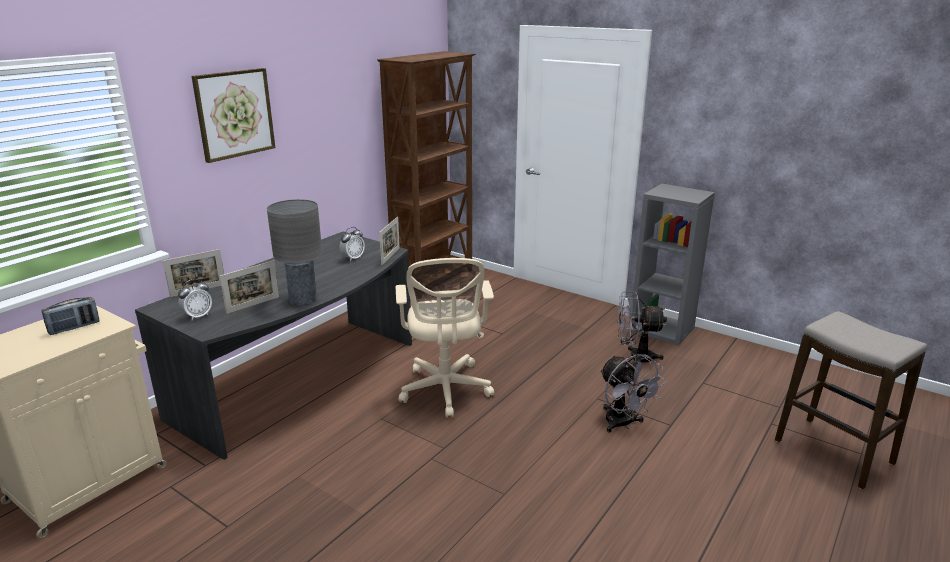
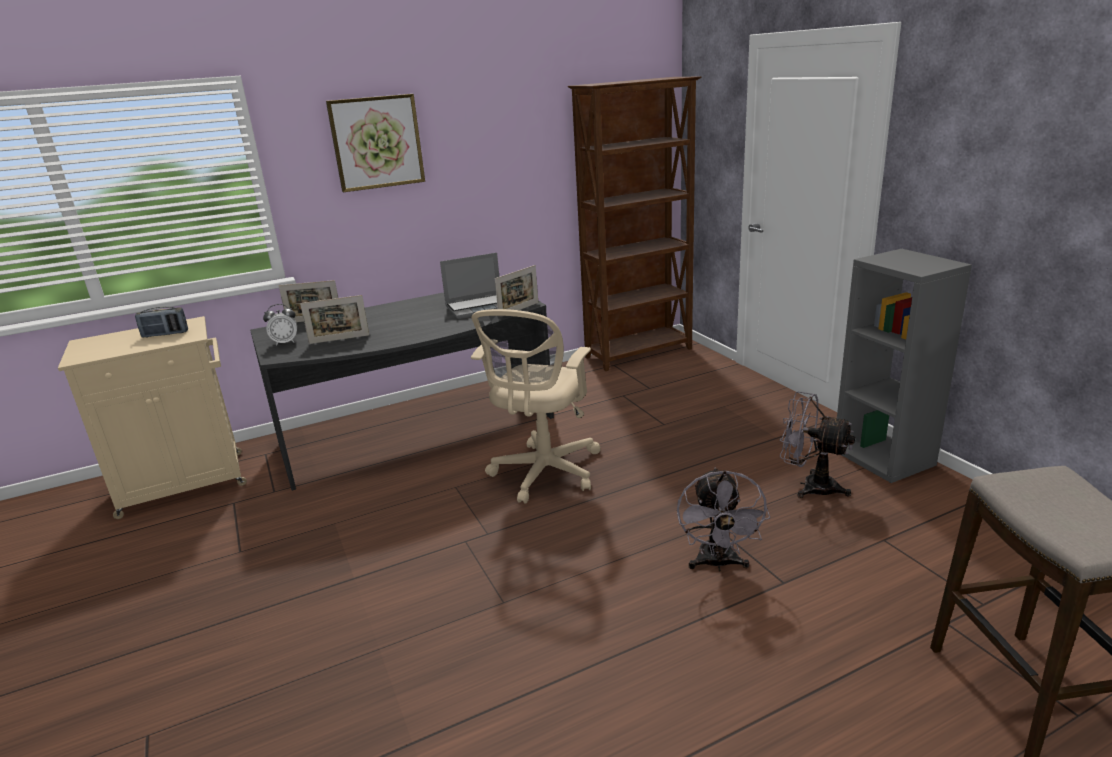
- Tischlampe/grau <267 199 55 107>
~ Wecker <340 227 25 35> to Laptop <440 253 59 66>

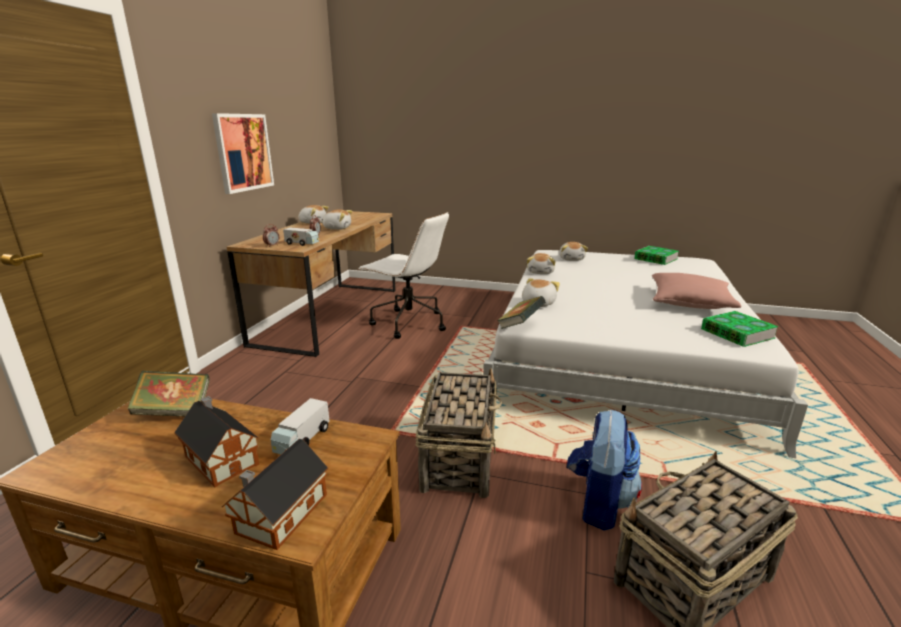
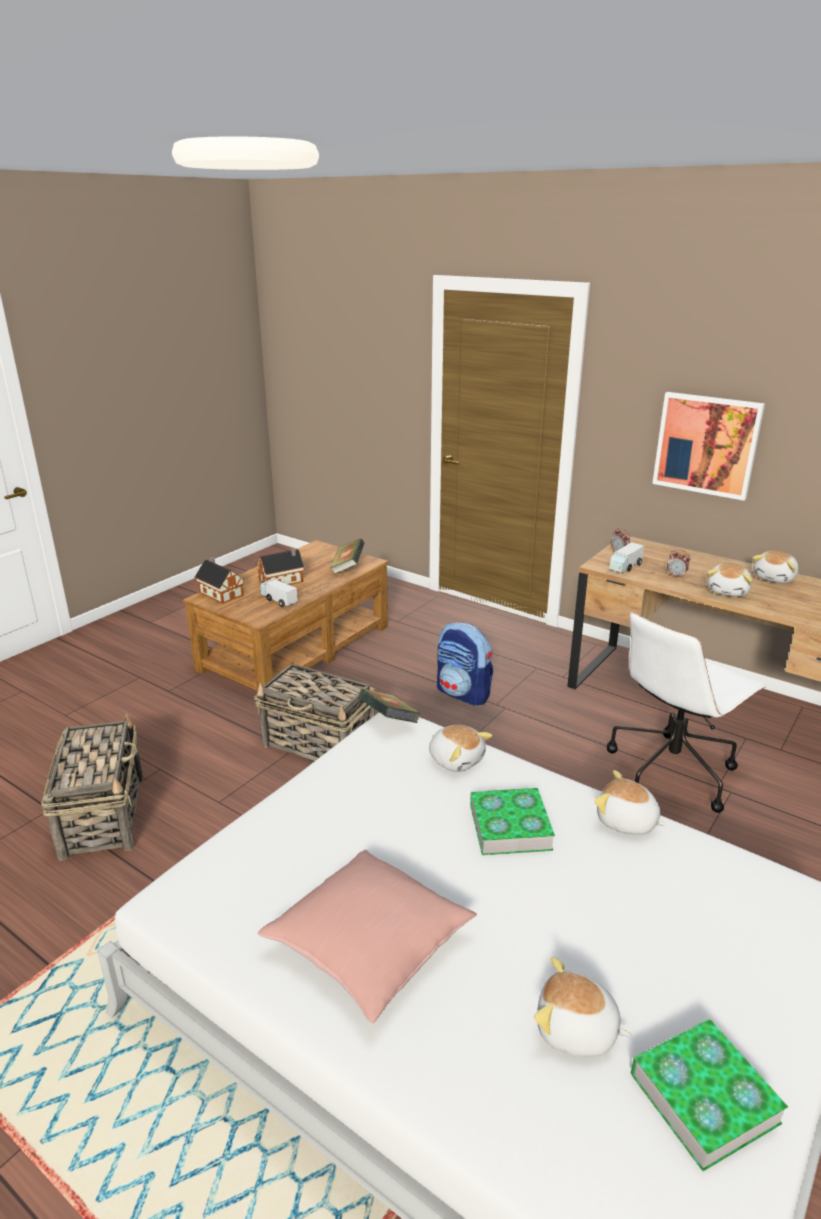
~ Plüschtier <559 242 29 19> to <534 957 97 100>
~ Rucksack <567 410 75 121> to <437 623 56 83>
~ Buch <701 311 78 36> to <470 788 85 67>

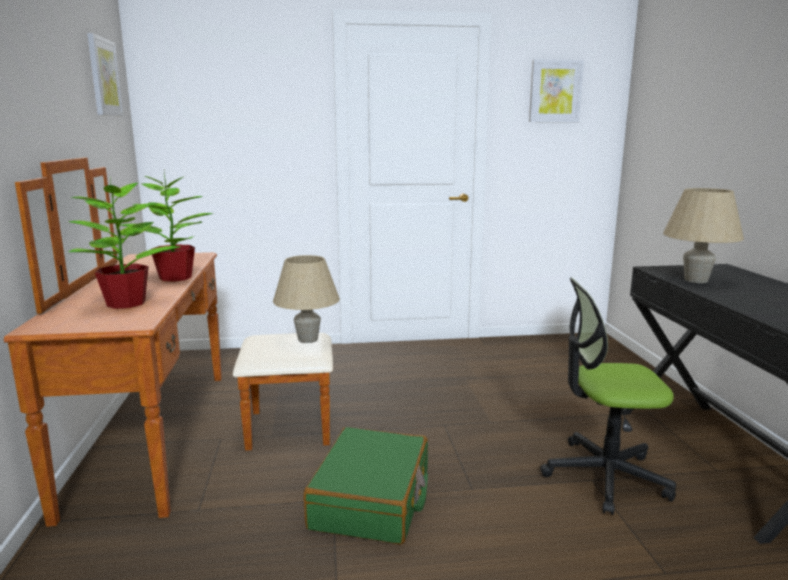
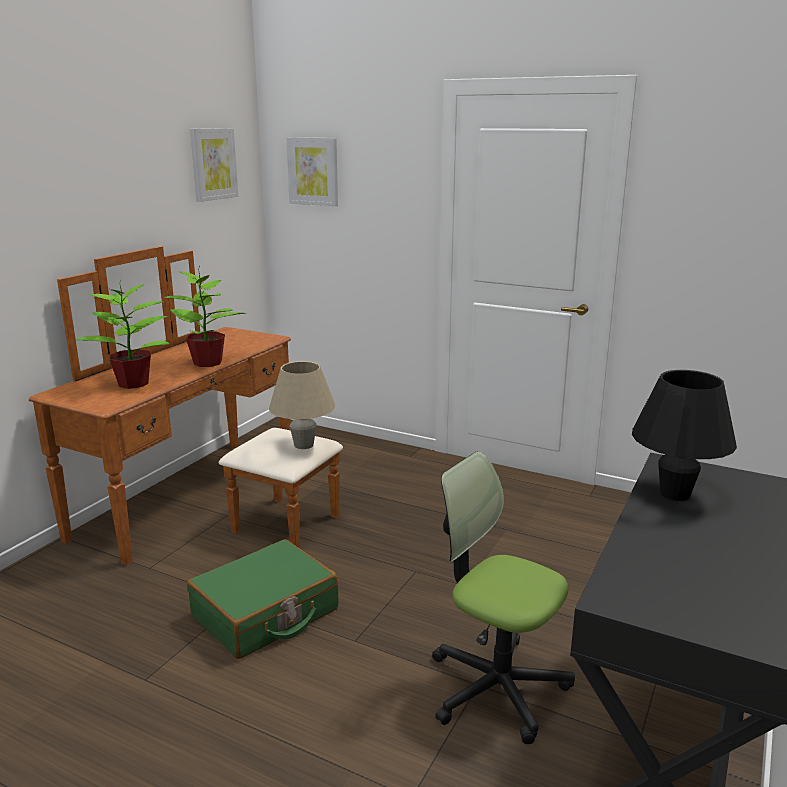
~ Bild <529 59 55 63> to <286 137 52 69>
~ Tischlampe/beige <663 188 81 95> to Tischlampe/schwarz <632 370 105 131>

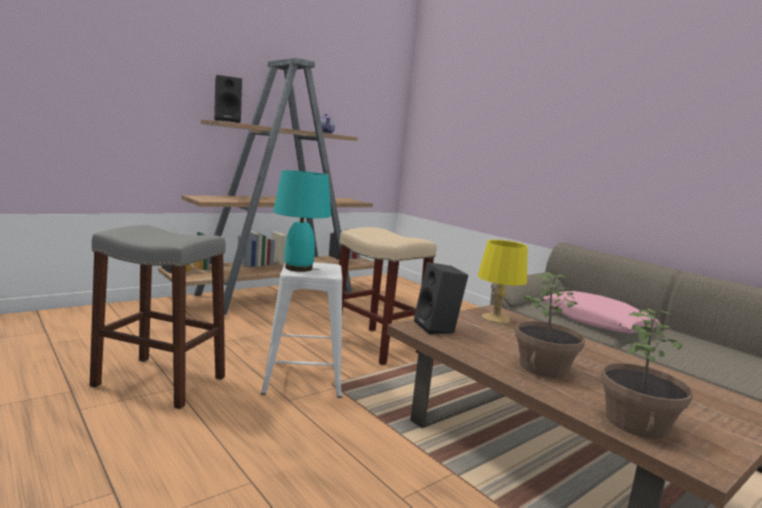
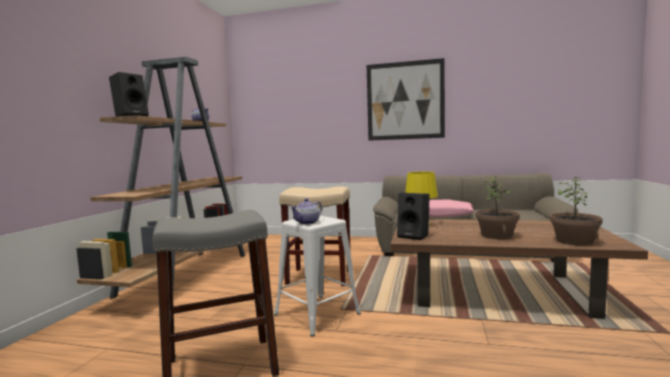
+ Bild <367 58 78 83>
~ Tischlampe/türkis <273 170 58 102> to Teekanne <290 198 32 27>

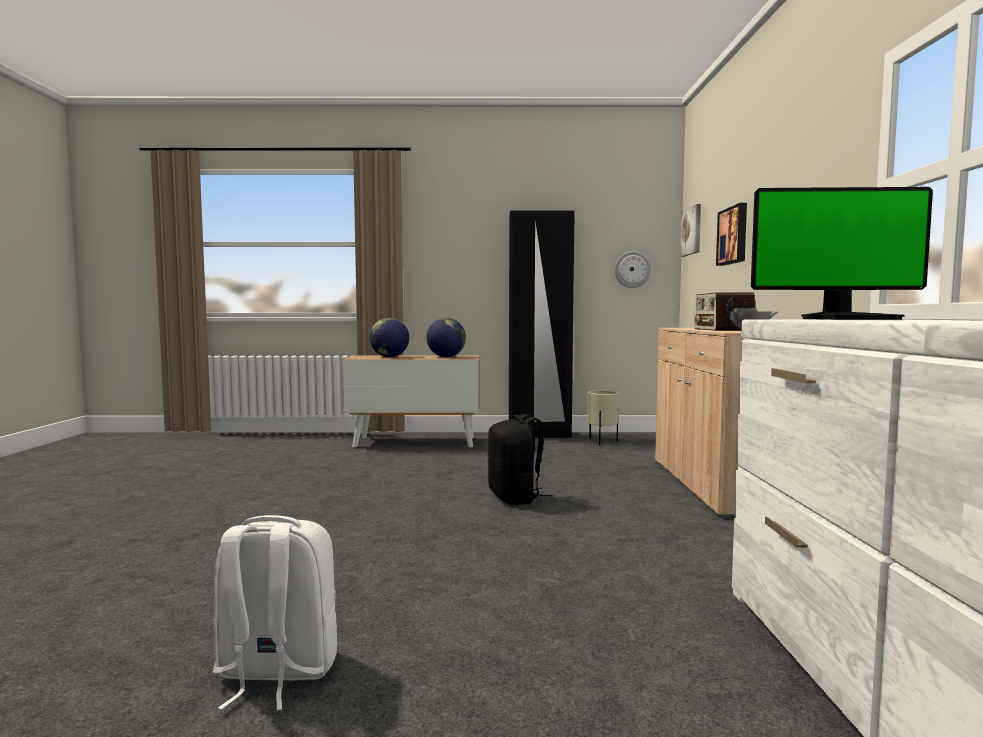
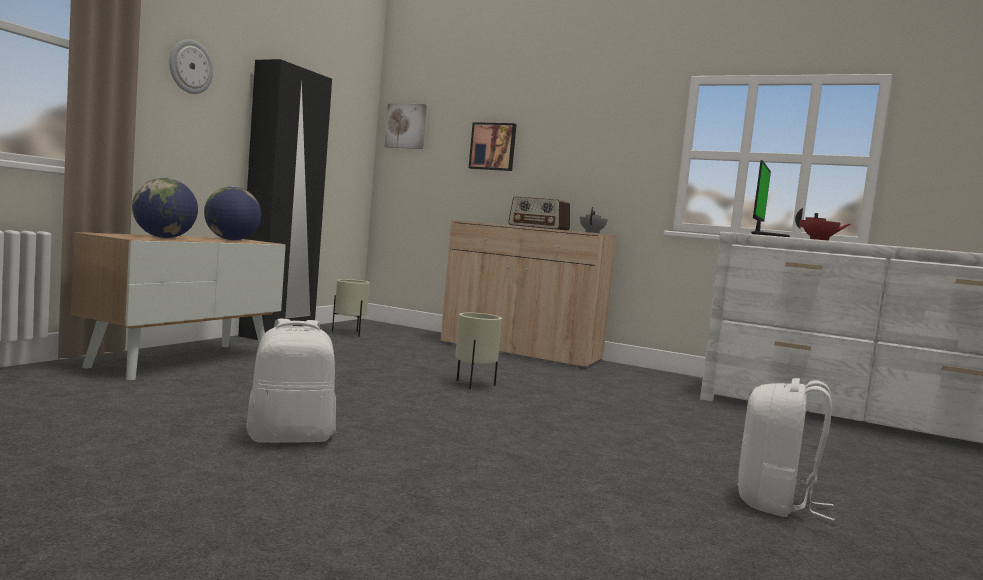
+ Rucksack/weiß <247 319 89 124>
+ Teekanne/rot <795 208 56 33>
~ Wanduhr <615 251 36 37> to <169 39 44 55>
~ Rucksack/schwarz <487 414 65 91> to Pflanzkübel/beige <455 313 47 76>

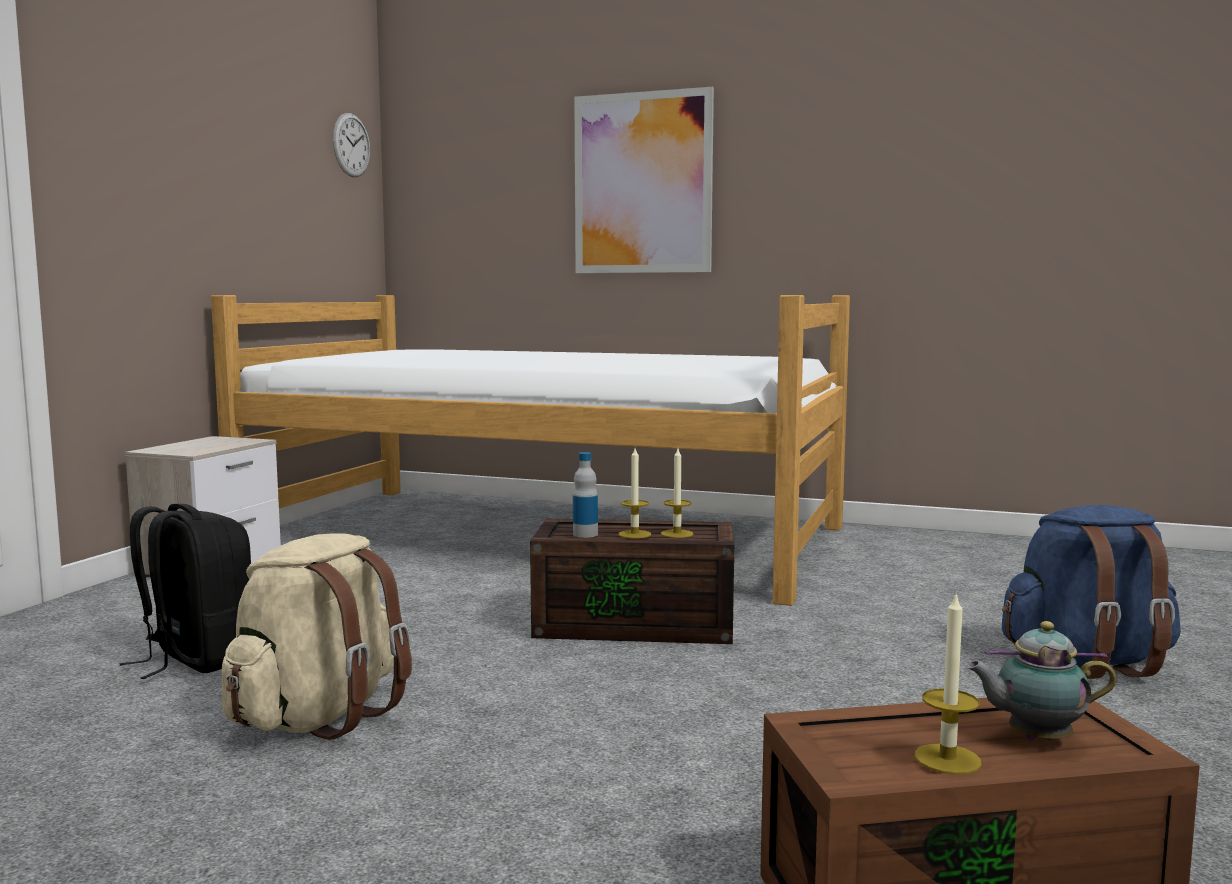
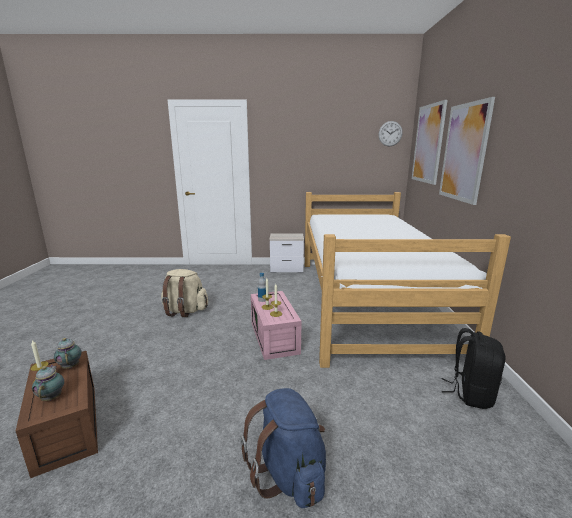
+ Teekanne <54 338 28 31>
+ Bild <412 100 35 85>
~ Rucksack/schwarz <119 504 132 175> to <442 328 64 81>
~ Aufbewahrungsbox/braun <530 519 204 125> to Aufbewahrungsbox/rosa <251 291 51 69>

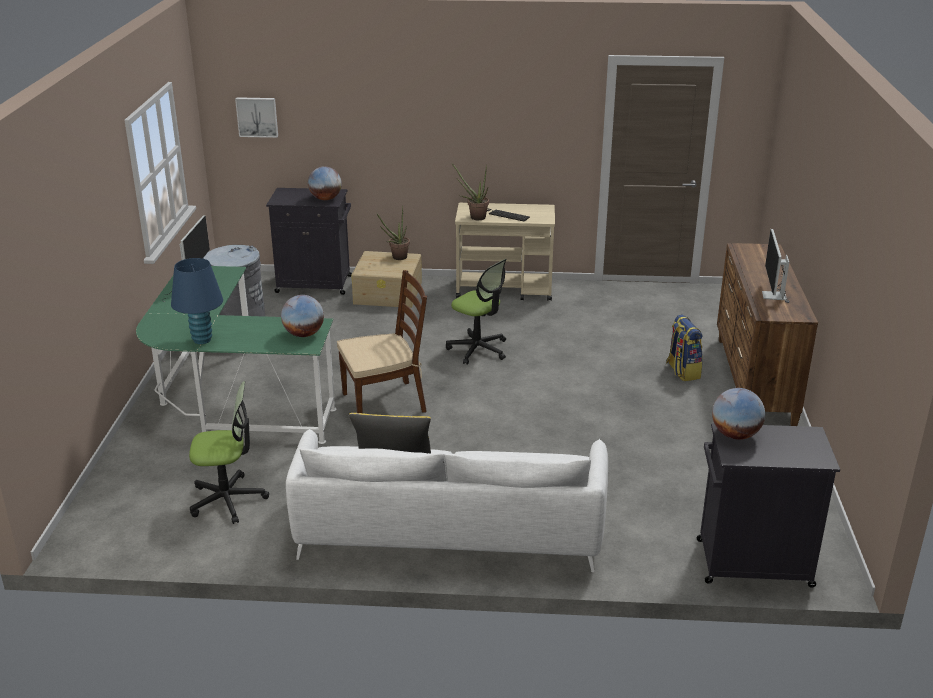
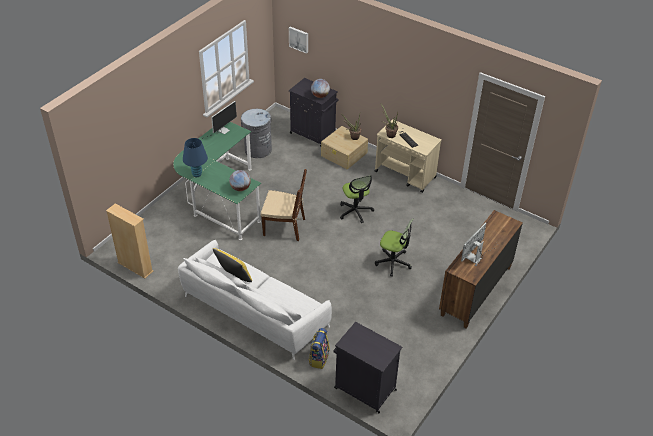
- Globus <712 388 53 52>
+ Bücherregal/beige <106 203 47 75>
~ Bürostuhl <189 381 80 143> to <375 219 39 58>
~ Rucksack <666 314 37 67> to <308 328 22 41>

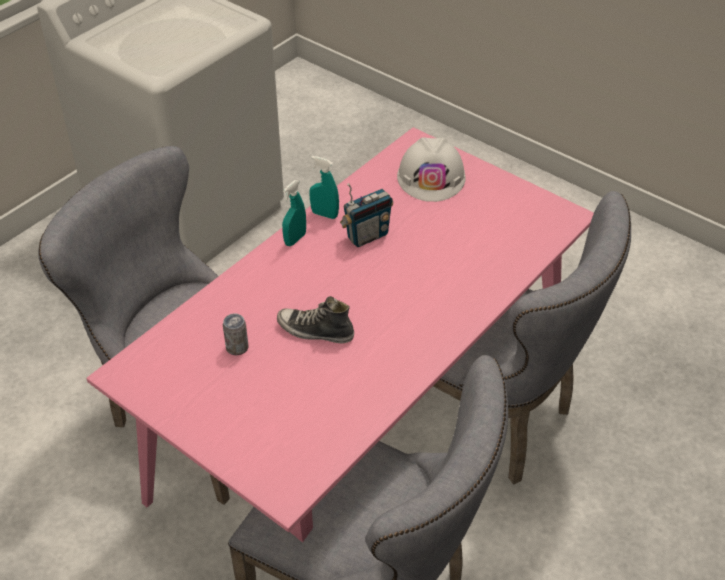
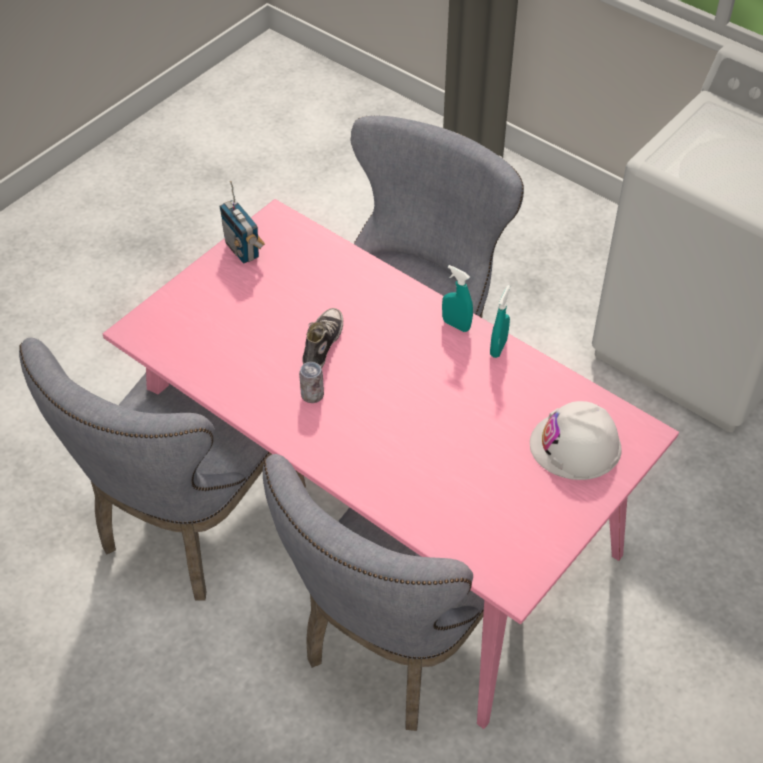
~ Dose <223 313 26 42> to <299 362 25 41>
~ Radio <340 183 53 64> to <220 181 45 83>

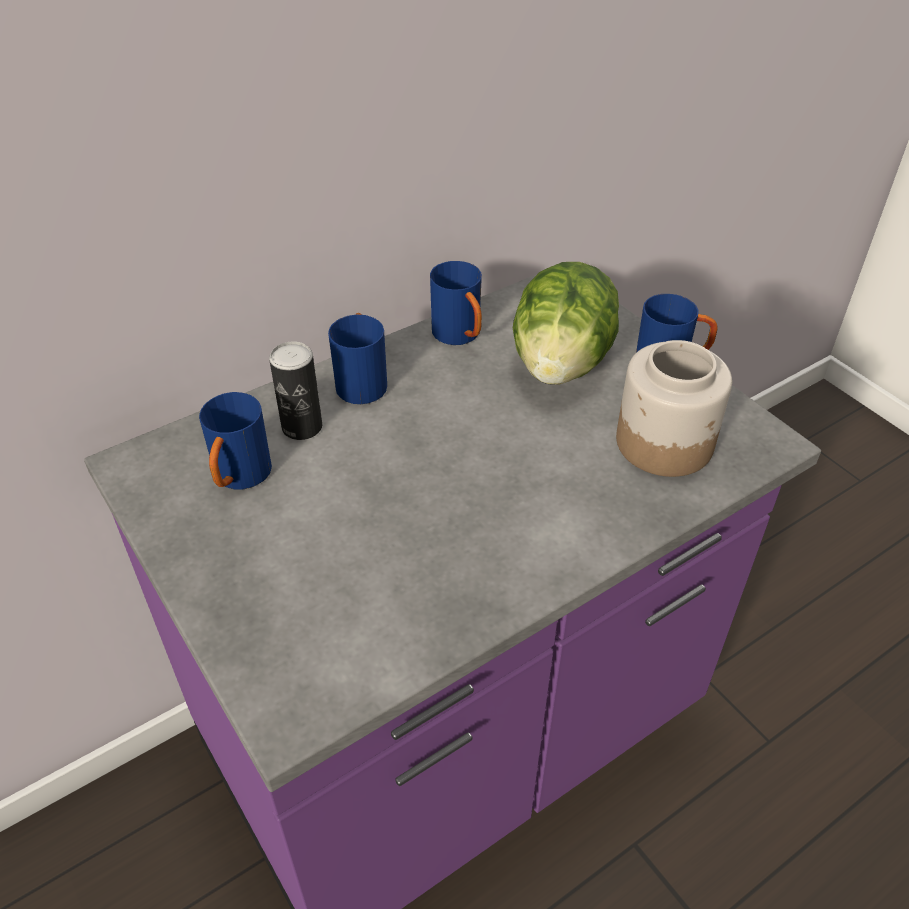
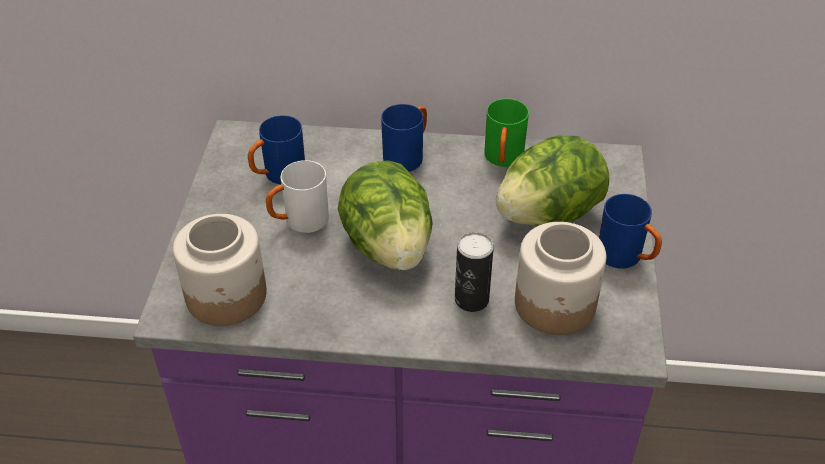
+ Vorratsglas <173 214 94 112>
+ Henkelbecher/weiß <266 160 63 73>
+ Salatkopf <338 160 95 110>
~ Dose <269 341 53 99> to <455 232 39 80>
~ Henkelbecher/blau <430 261 52 84> to Henkelbecher/grün <484 99 45 68>

